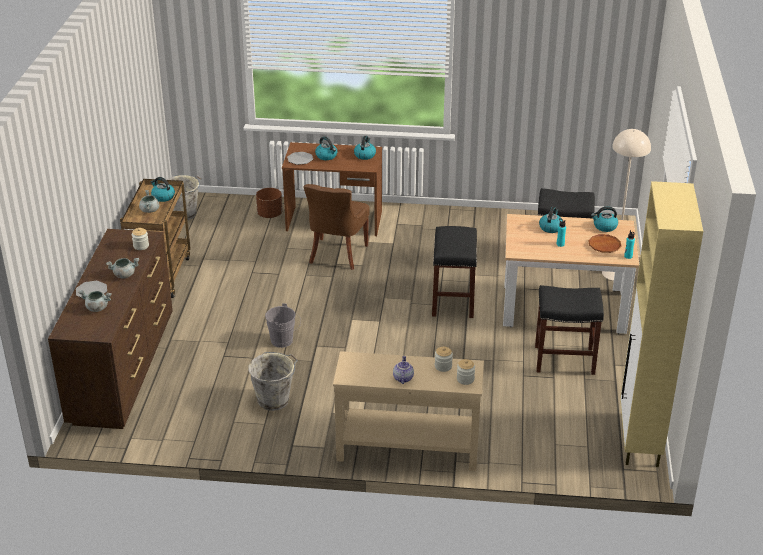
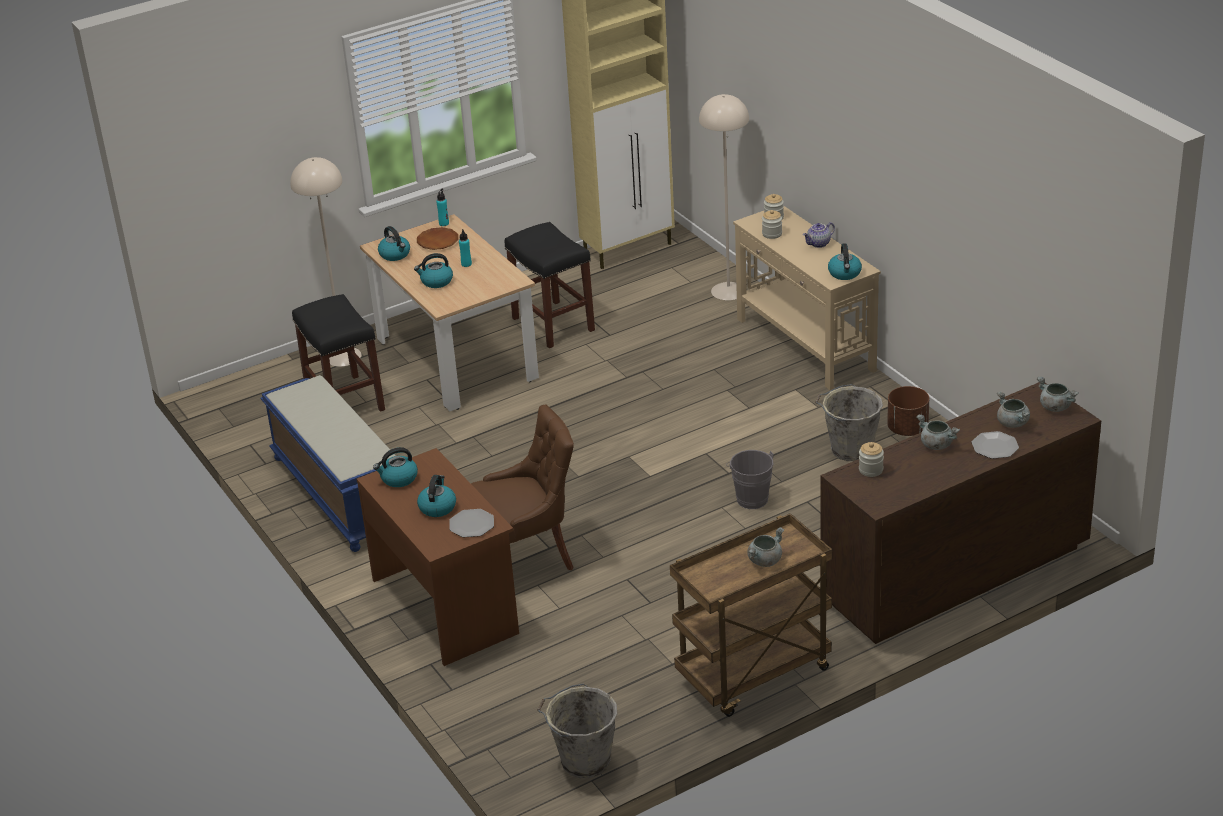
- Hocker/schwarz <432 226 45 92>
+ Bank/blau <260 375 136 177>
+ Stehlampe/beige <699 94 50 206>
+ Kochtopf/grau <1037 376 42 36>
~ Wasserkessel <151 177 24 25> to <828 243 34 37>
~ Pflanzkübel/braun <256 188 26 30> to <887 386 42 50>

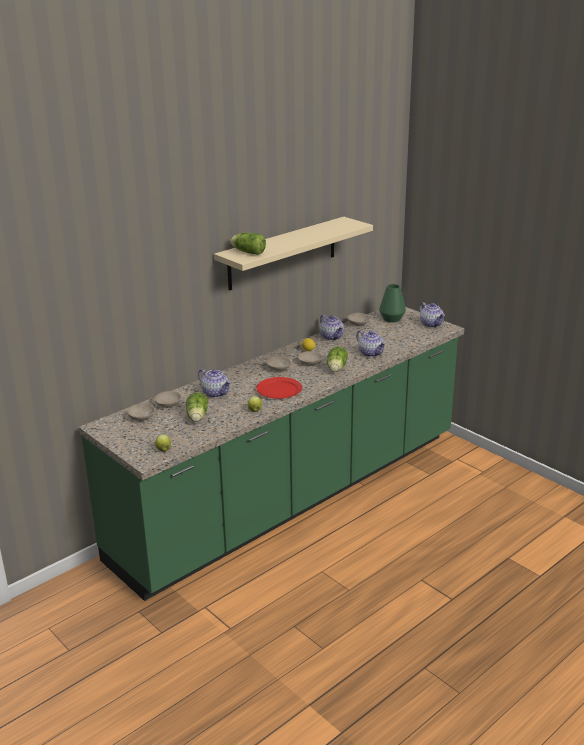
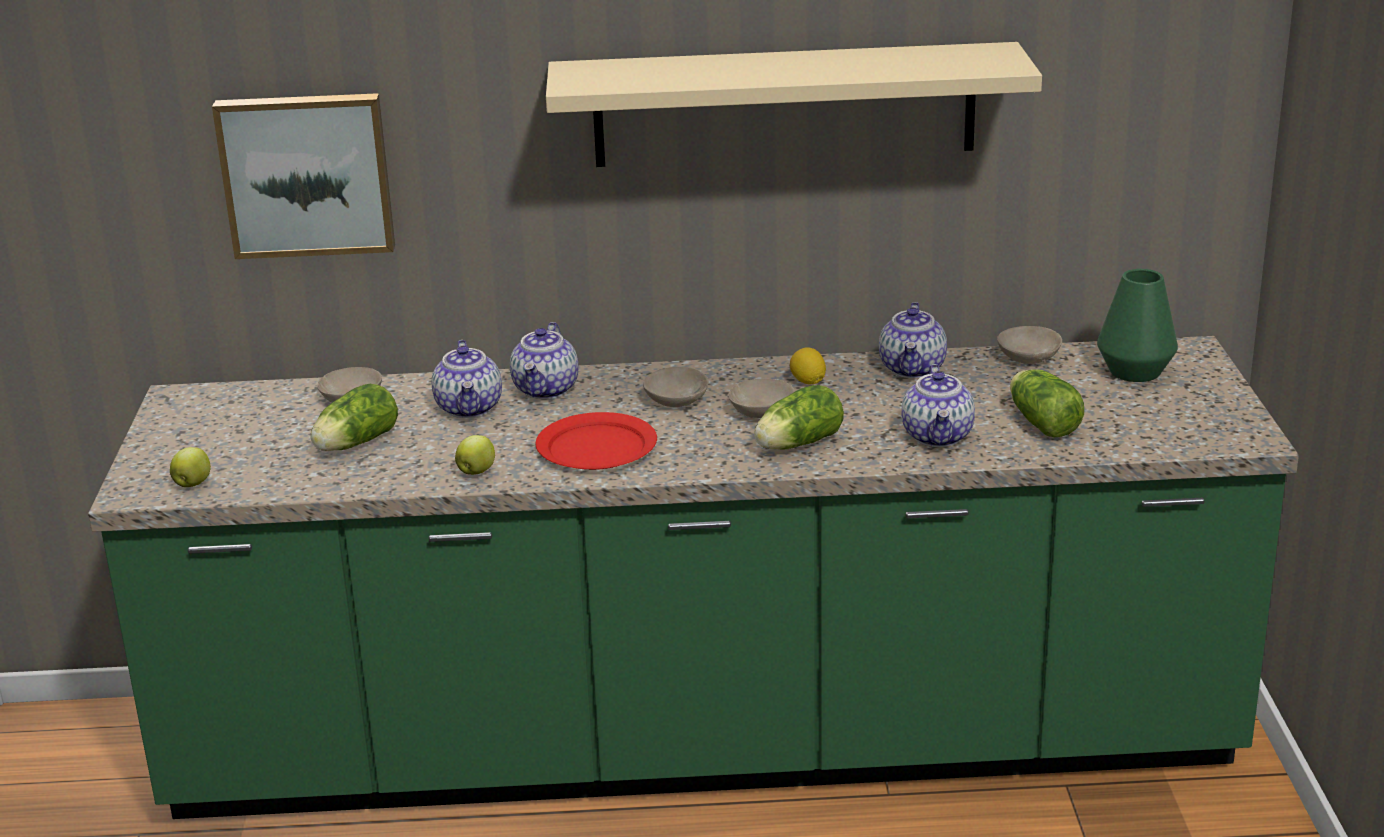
- Schüssel/beige <127 403 28 18>
+ Bild <212 93 183 166>
~ Salatkopf <230 233 36 22> to <1010 369 74 68>
~ Teekanne <419 302 26 26> to <510 322 68 77>

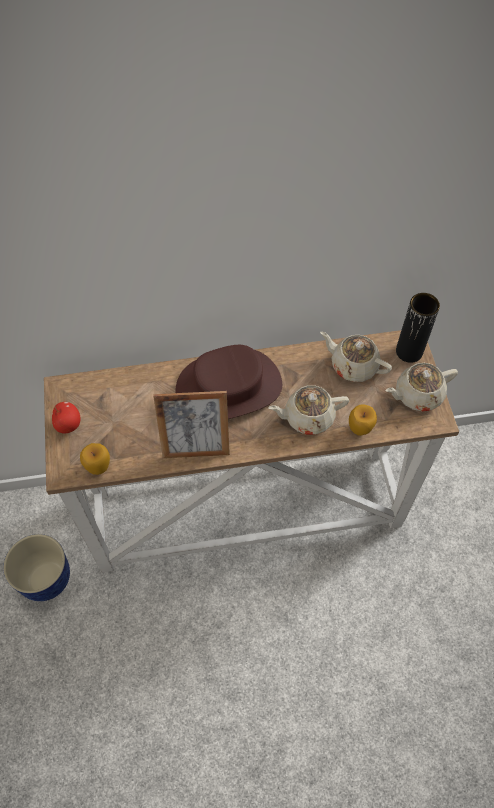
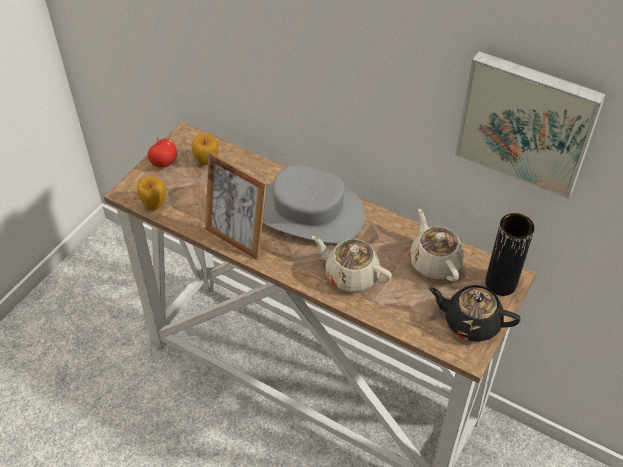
- Pflanzkübel <3 534 67 67>
+ Bild <455 51 151 148>
~ Apfel <349 405 28 31> to <191 134 27 31>
~ Hut/braun <176 345 106 74> to Hut/grau <263 165 102 78>
~ Teekanne/beige <386 363 72 48> to Teekanne/schwarz <429 285 92 57>

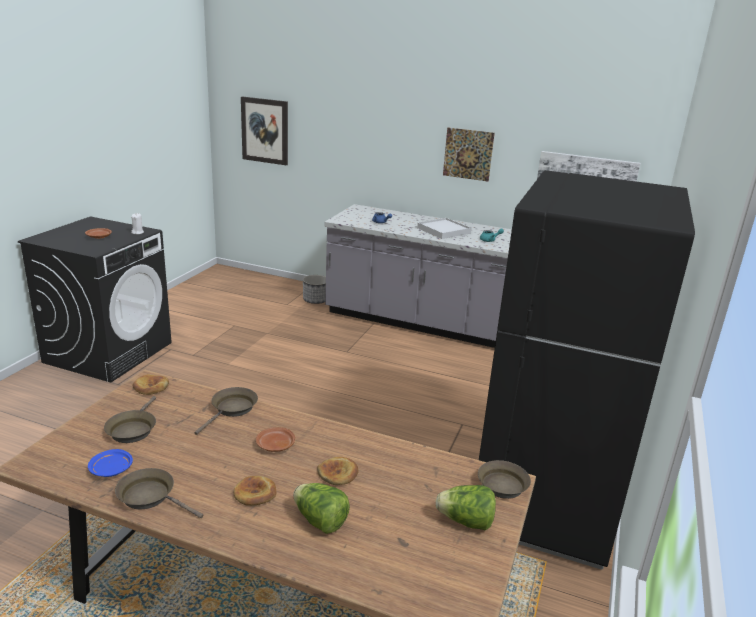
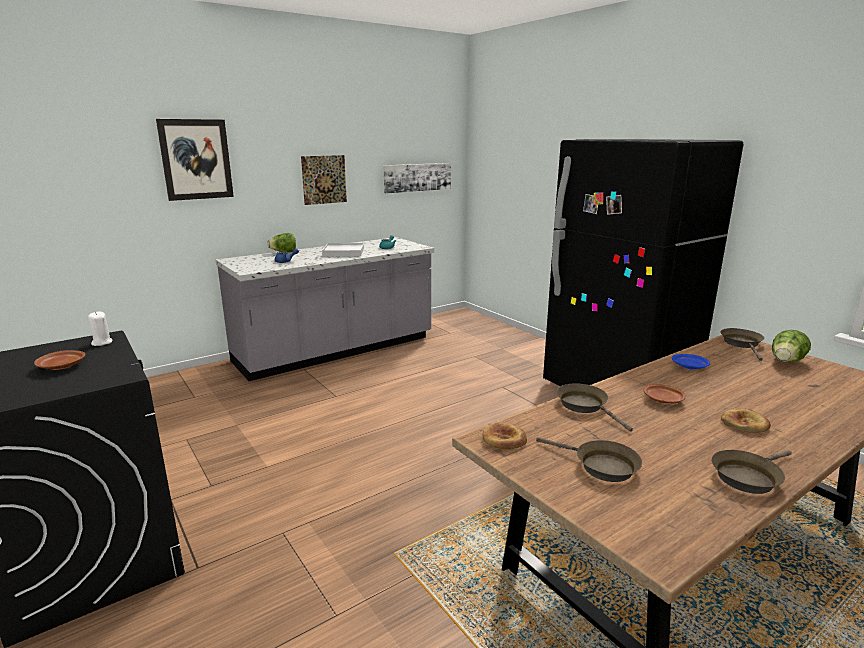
- Pflanzkübel <303 275 23 29>
- Brot <317 457 42 28>
~ Teller/blau <88 449 45 28> to <672 354 38 15>
~ Bild <241 97 47 68> to <156 119 78 82>
~ Salatkopf <293 483 57 51> to <267 233 29 19>

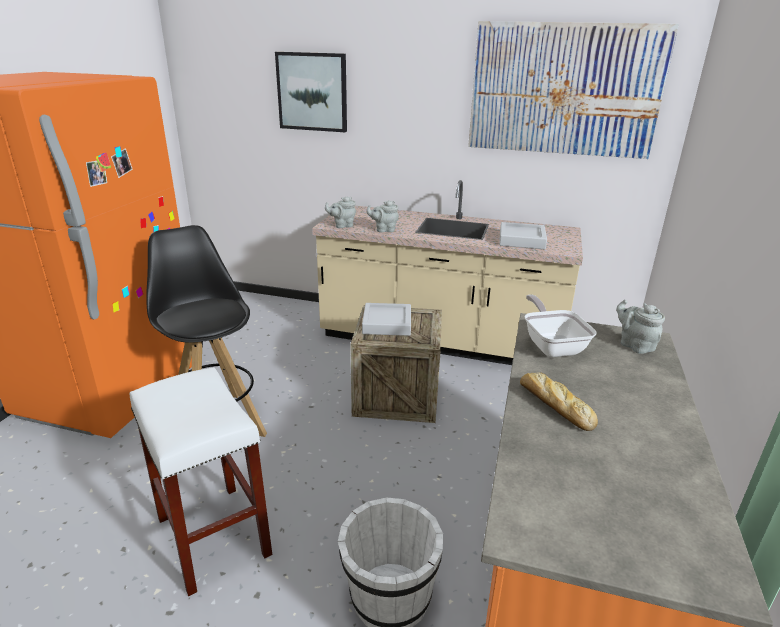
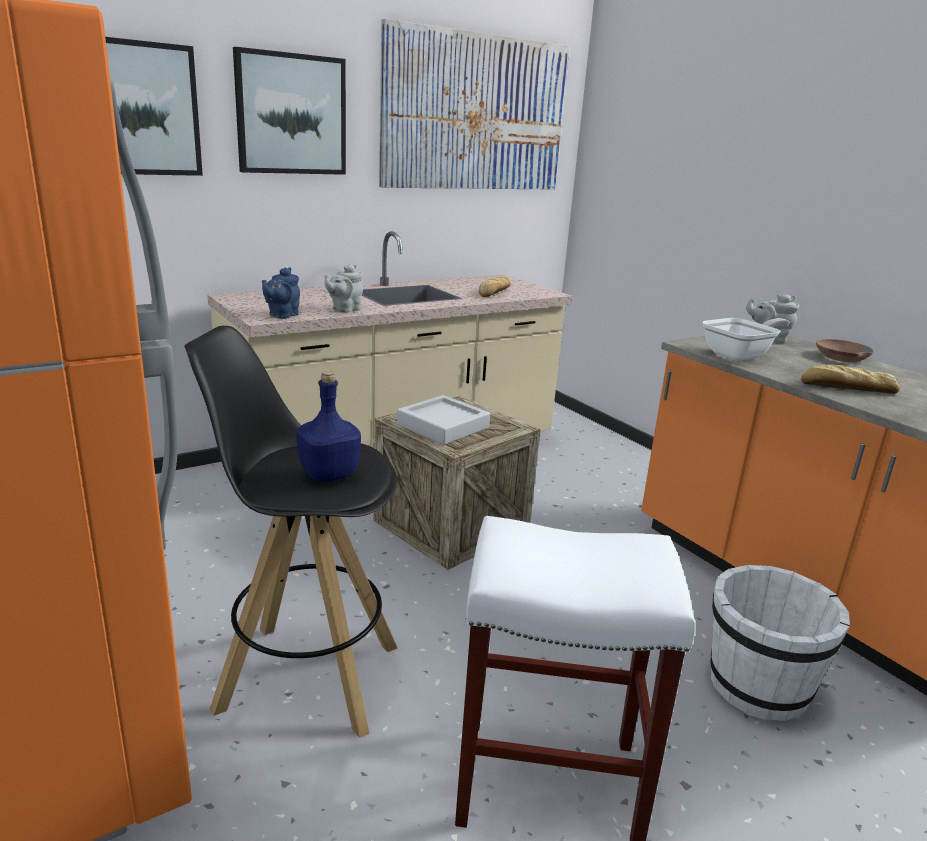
+ Bild <233 47 113 128>
+ Flasche/blau <296 371 65 111>
+ Schüssel/braun <816 339 58 23>
~ Tablett/grau <499 222 48 27> to Brot <479 276 32 21>
~ Teekanne/grau <325 197 31 31> to Teekanne/blau <262 267 38 52>
~ Pfanne <525 294 72 63> = <702 318 88 43> 120 degrees clockwise

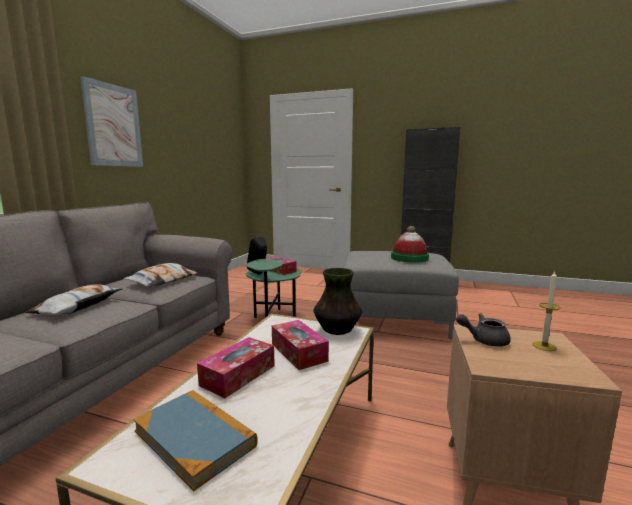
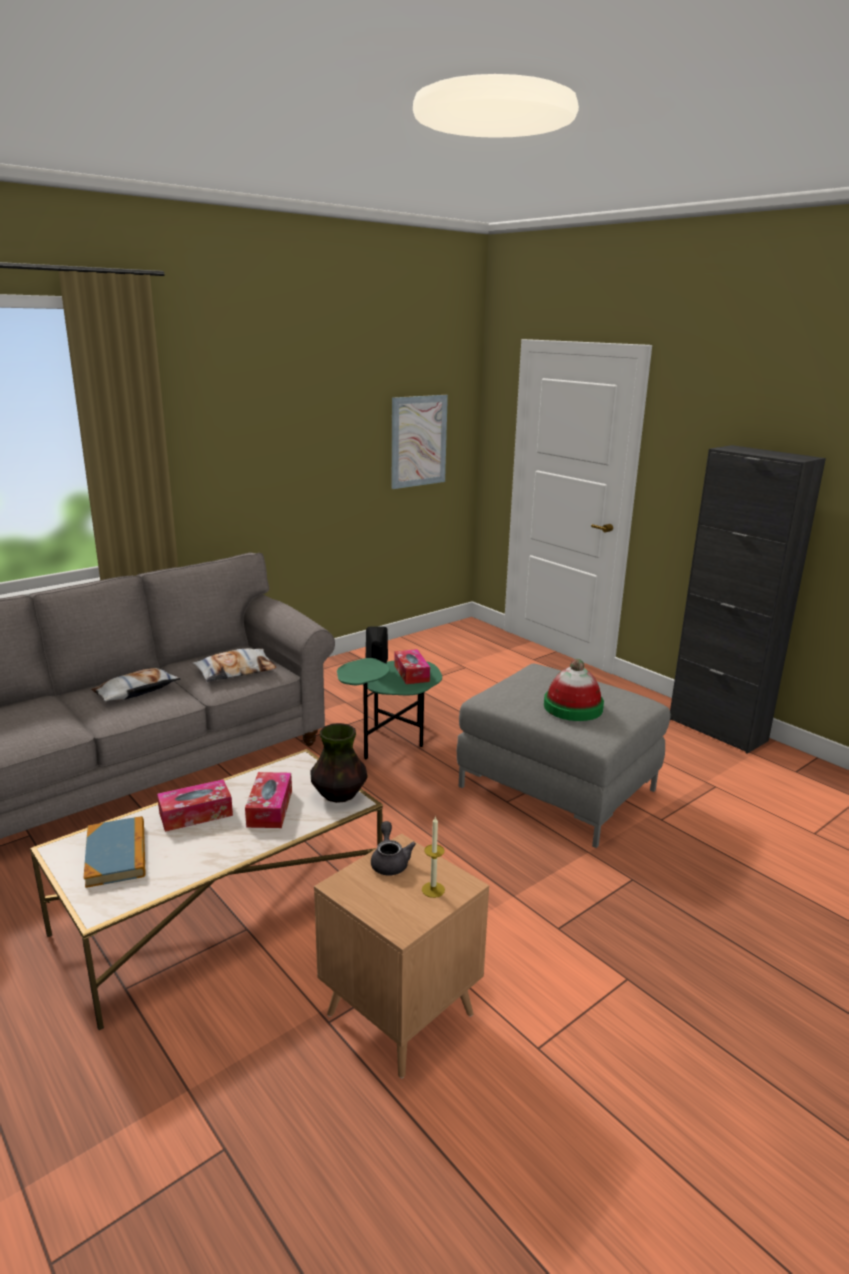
~ Bild <80 76 63 91> to <392 395 56 94>
~ Teekanne/grau <456 313 55 34> = <371 821 45 54> 45 degrees clockwise

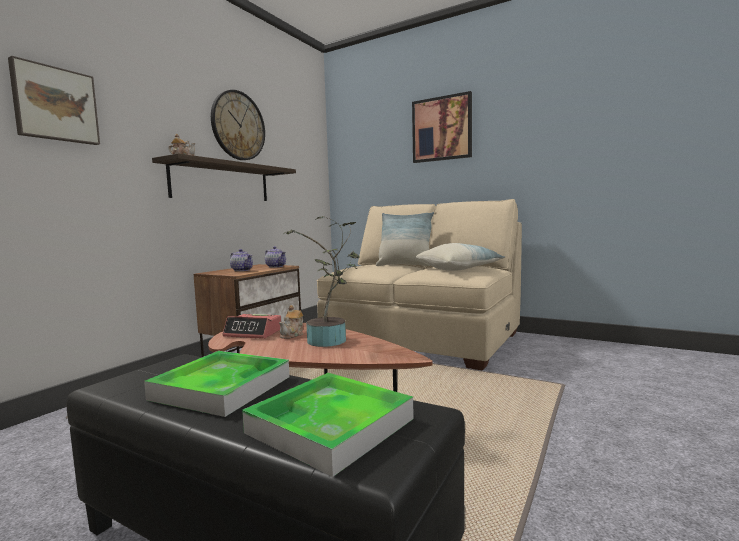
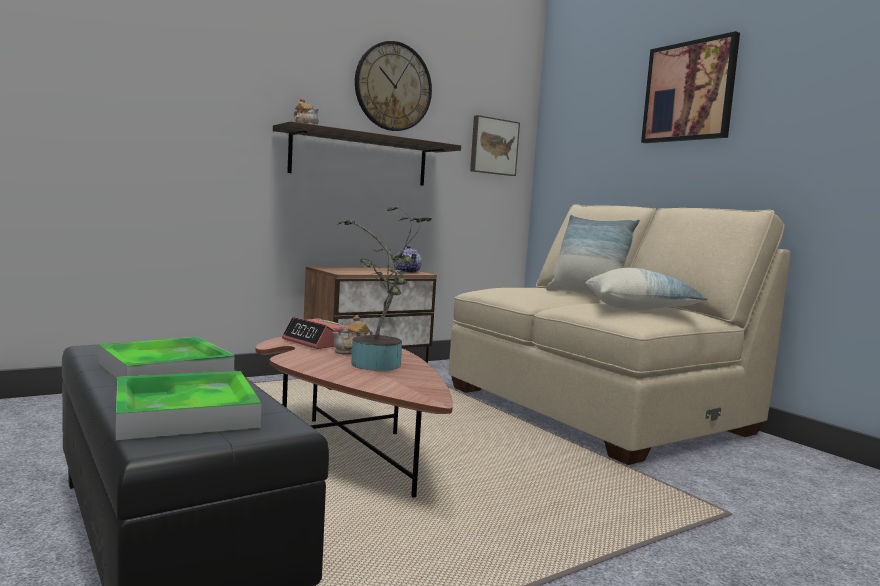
- Teekanne <230 249 23 22>
~ Bild <8 56 92 89> to <470 115 50 61>

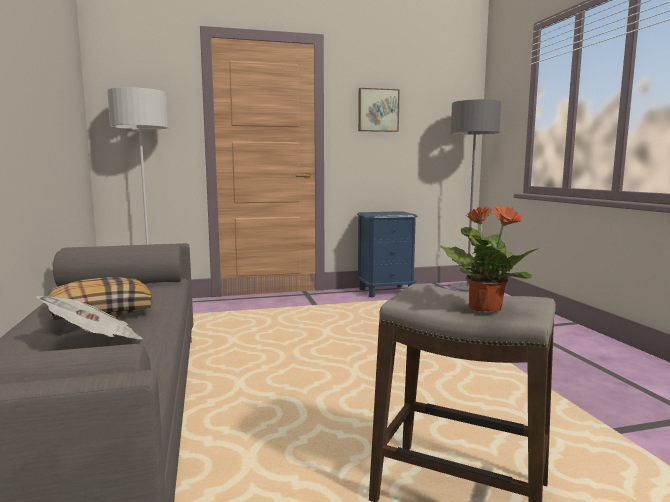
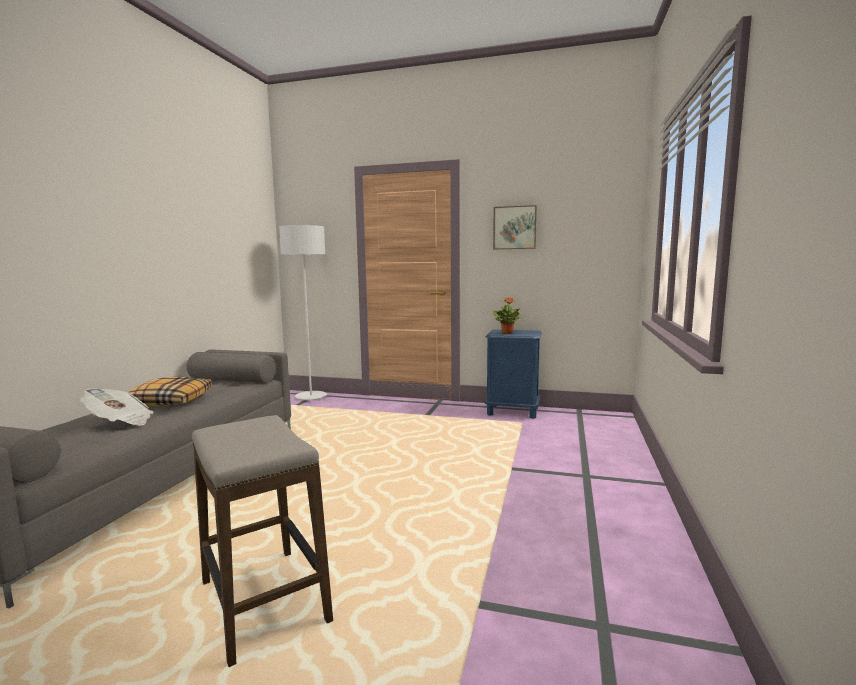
- Stehlampe/grau <450 99 51 193>
~ Topfpflanze <440 205 99 107> to <493 297 29 37>

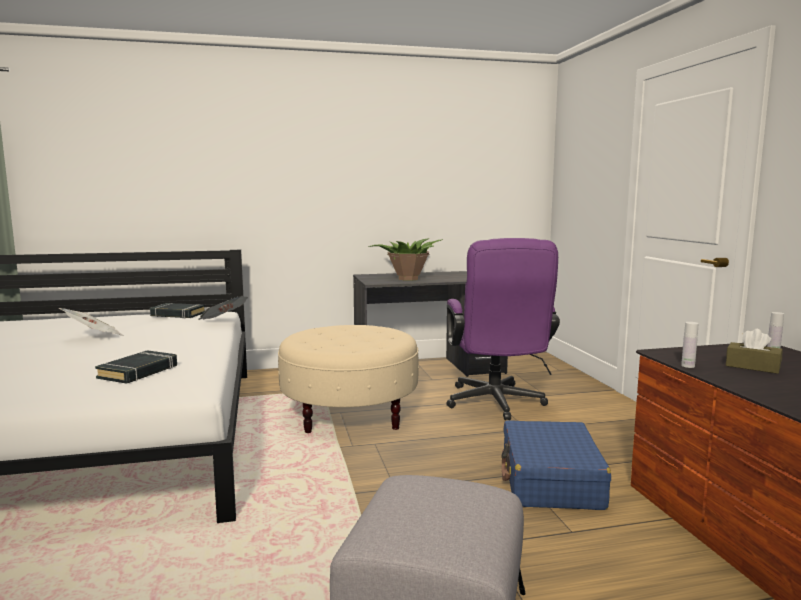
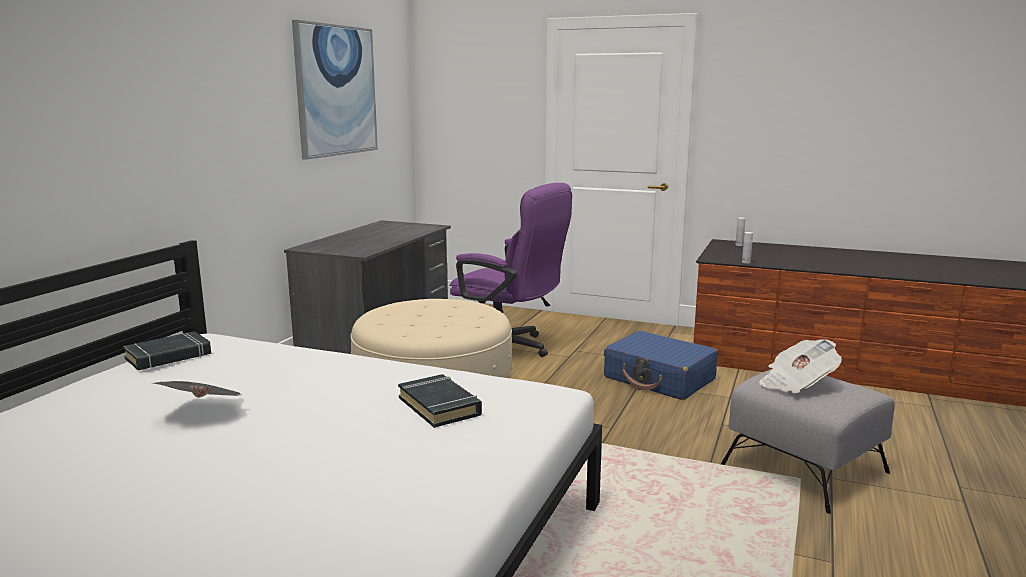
- Topfpflanze <369 238 74 43>
- Taschentuchbox/braun <726 329 57 45>
+ Bild <292 20 86 140>
~ Zeitung <199 296 49 24> to <759 339 83 54>

